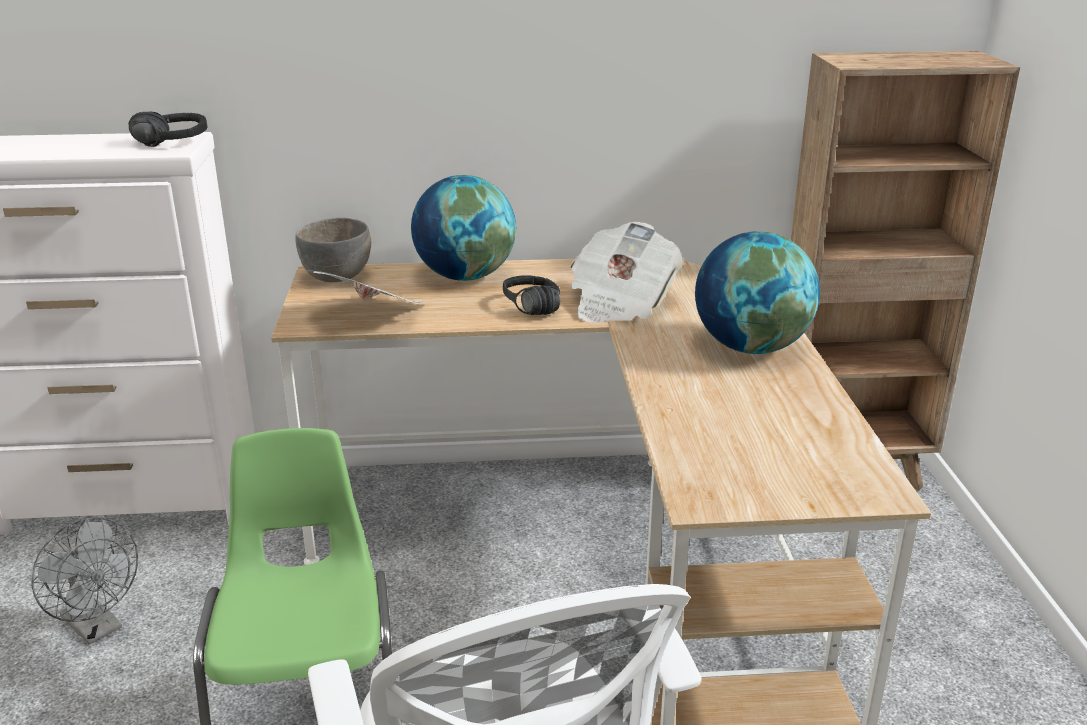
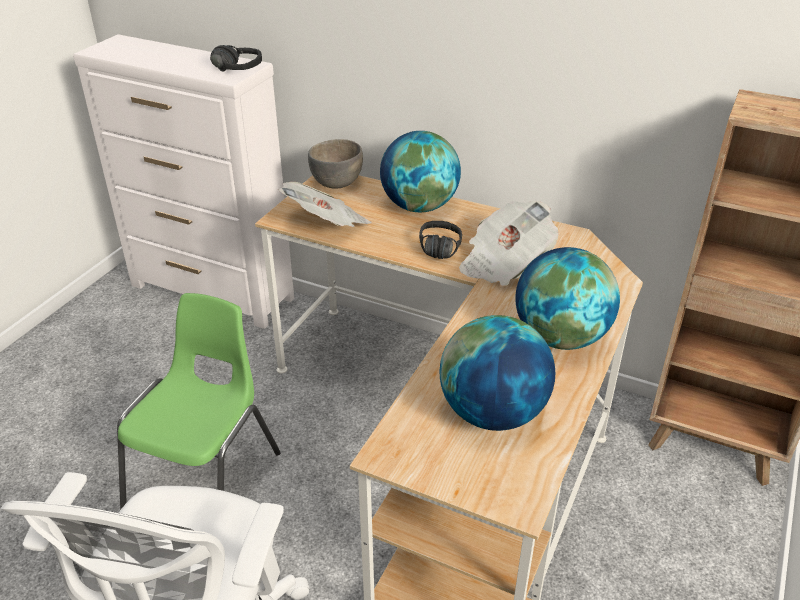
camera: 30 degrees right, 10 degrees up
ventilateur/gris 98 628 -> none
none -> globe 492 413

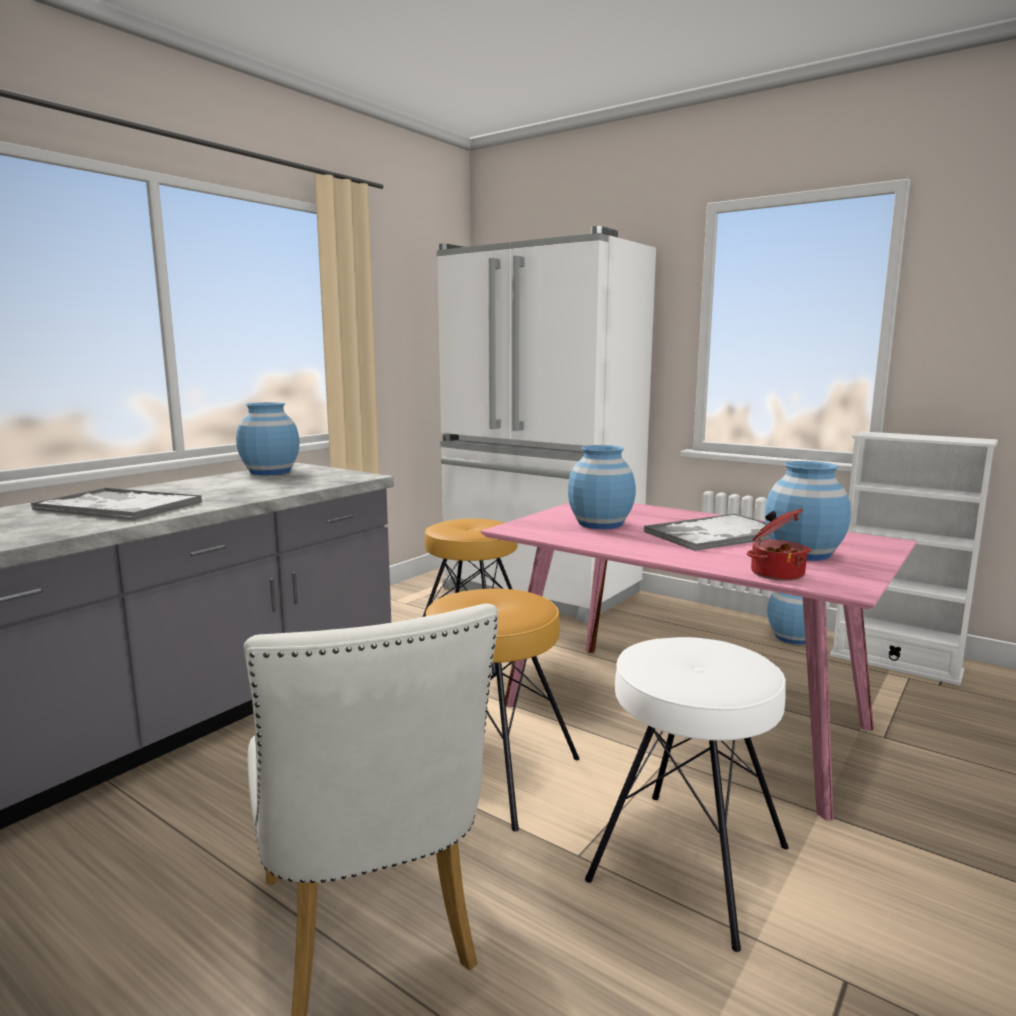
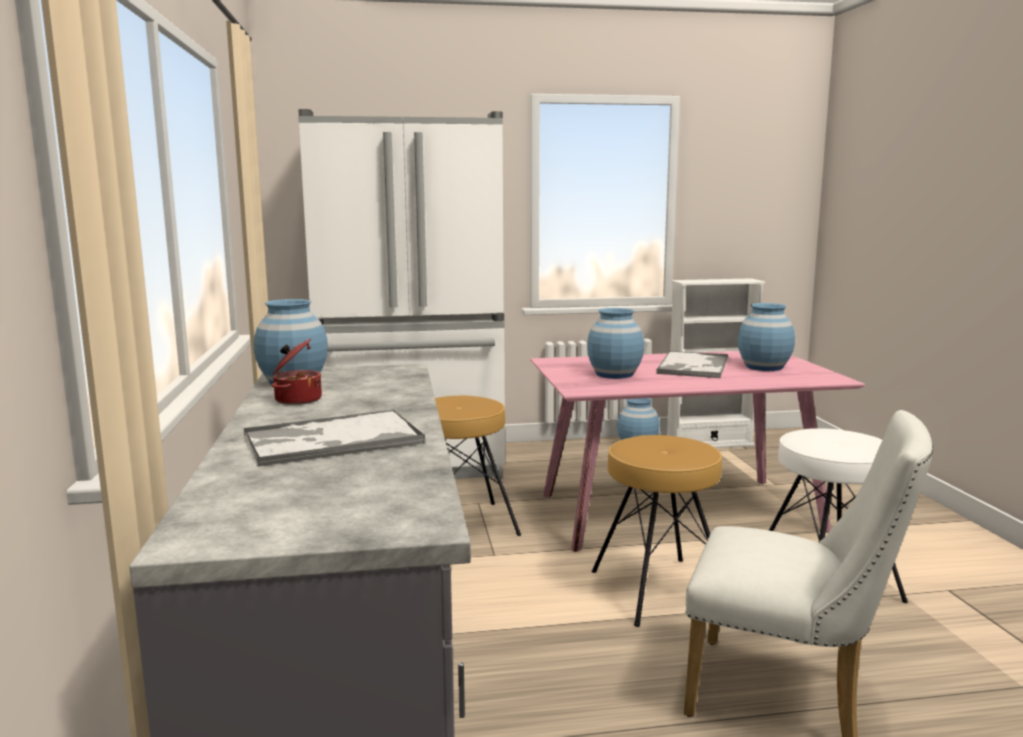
camera: 45 degrees left, 0 degrees up
marmite 776 573 -> marmite 297 399, moved

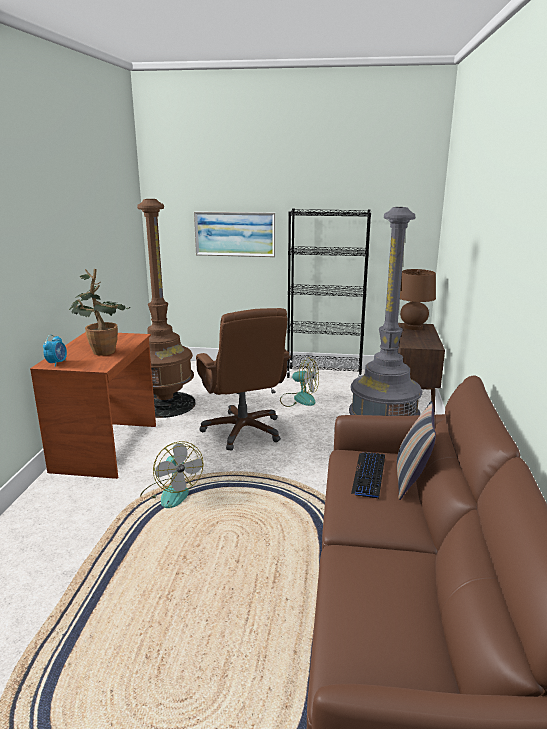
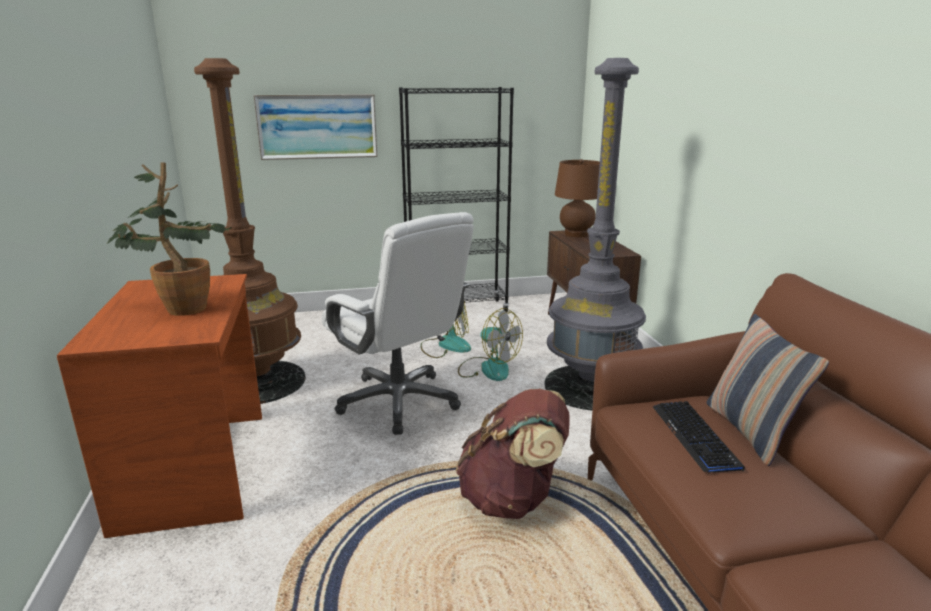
camera: 20 degrees left, 0 degrees up
réveil 57 363 -> none
ventilateur 171 493 -> ventilateur 488 368, moved
chaise de bureau/marron 243 431 -> chaise de bureau/blanc 399 402
none -> sac à dos/marron 512 499

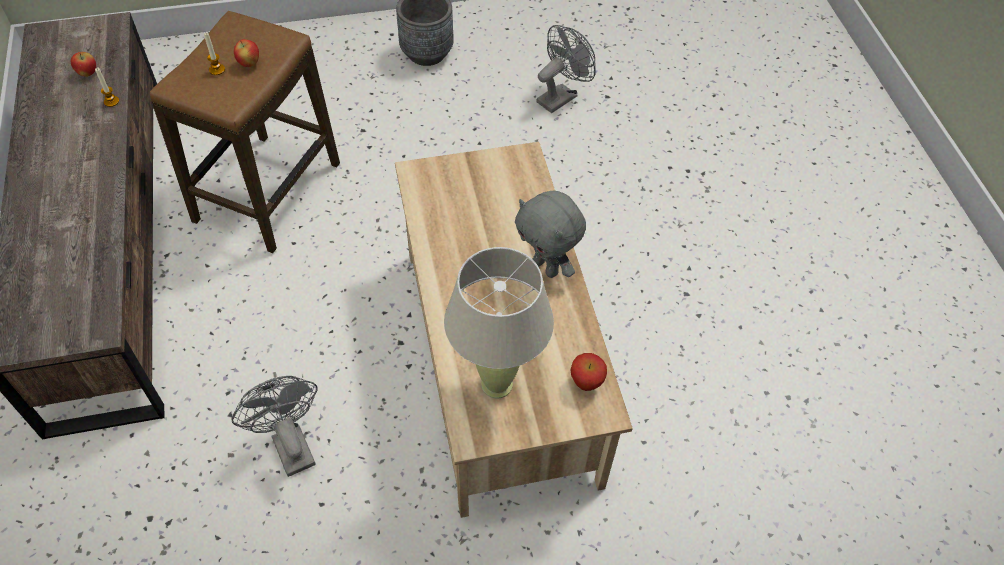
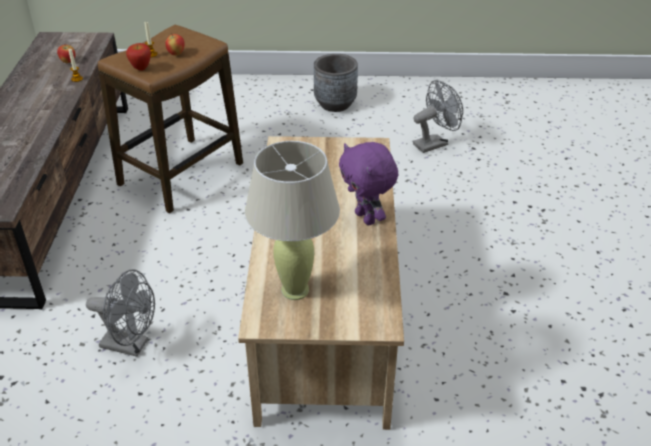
camera: 15 degrees right, 15 degrees down
ventilateur/gris 289 444 -> ventilateur/gris 131 345, 120 degrees clockwise
peluche/gris 546 267 -> peluche/violet 366 218
pomme 586 383 -> pomme 141 68, moved

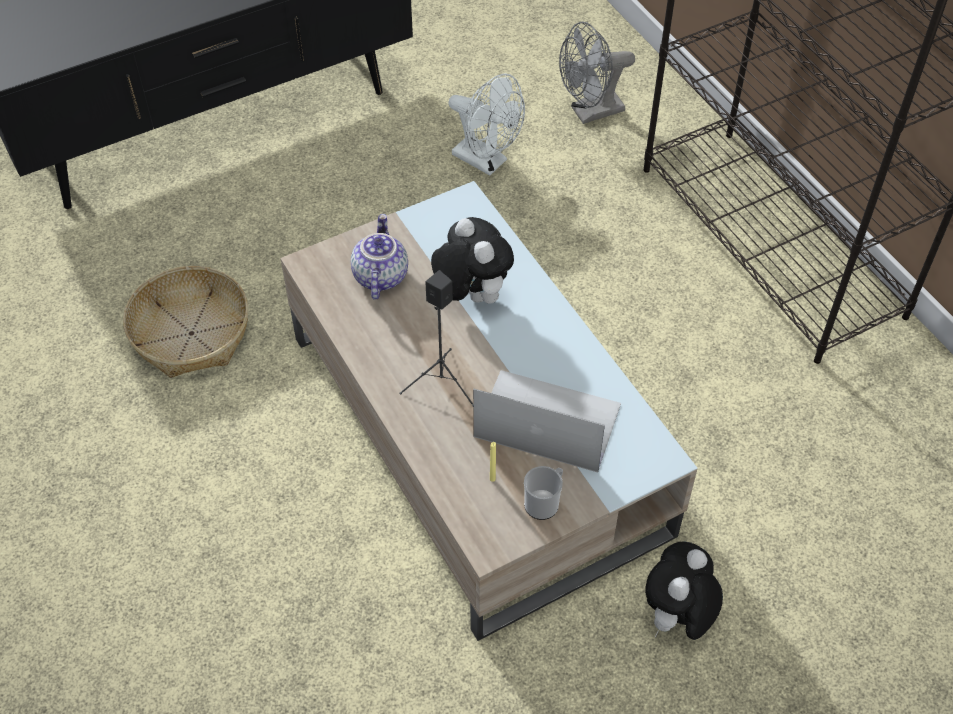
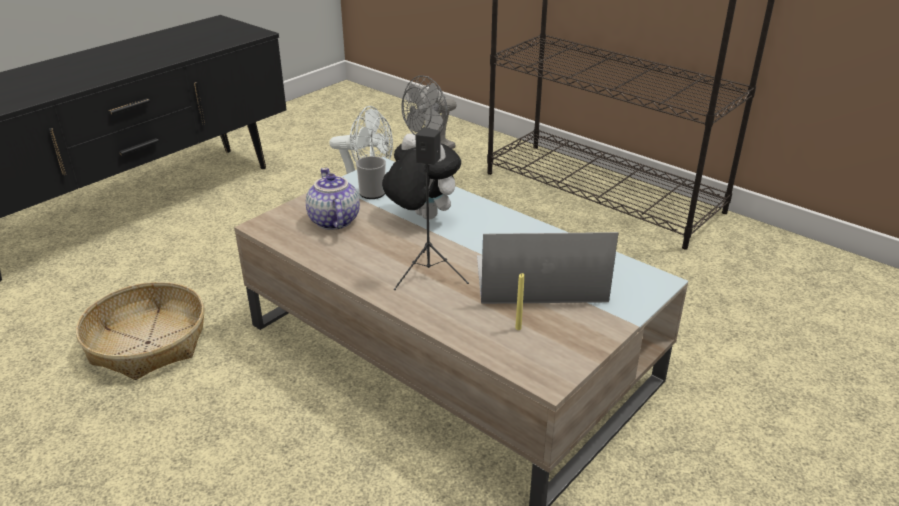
camera: 20 degrees left, 20 degrees down
mug 544 502 -> mug 374 191, moved
peluche 676 618 -> none

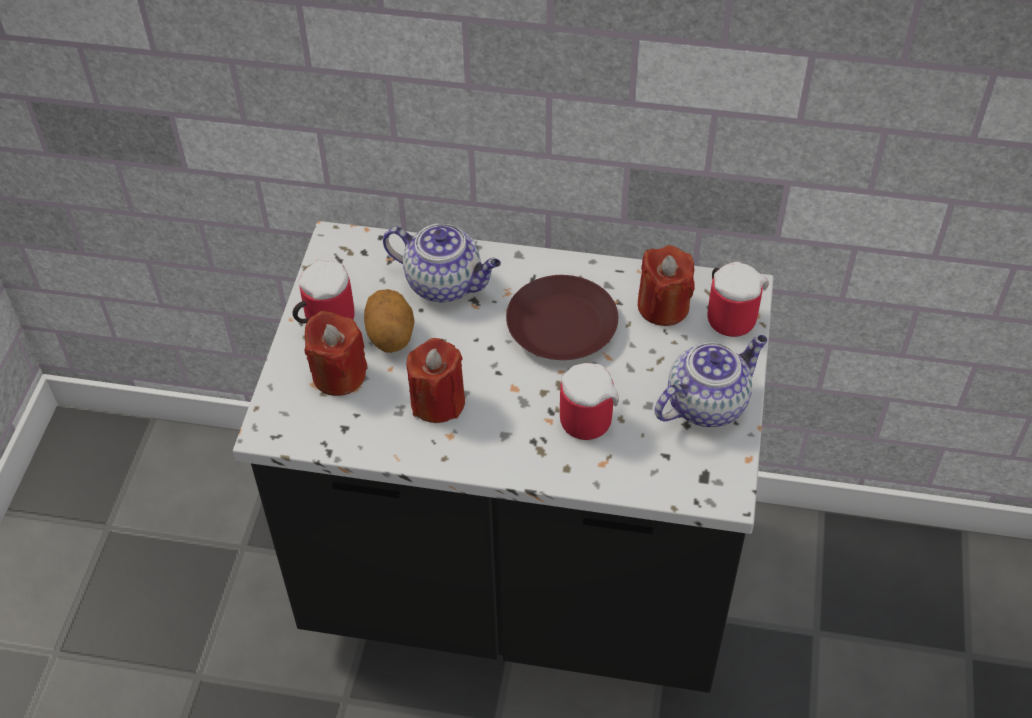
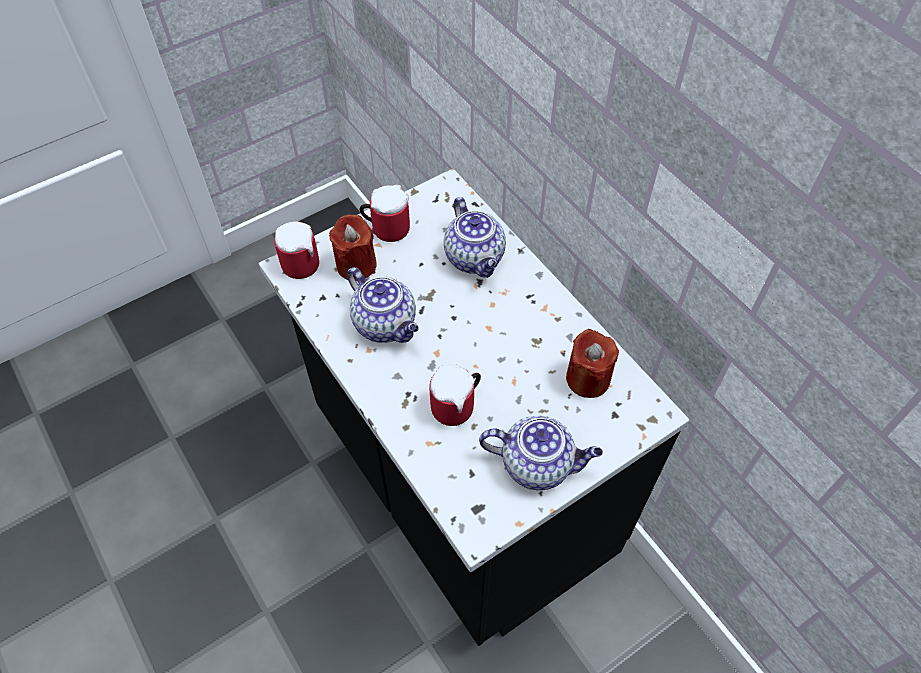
camera: 45 degrees right, 5 degrees up
pomme de terre 391 336 -> none
bougie/rouge 438 402 -> théière 386 324
assiette/marron 561 325 -> none
mug 729 314 -> mug 304 261, moved

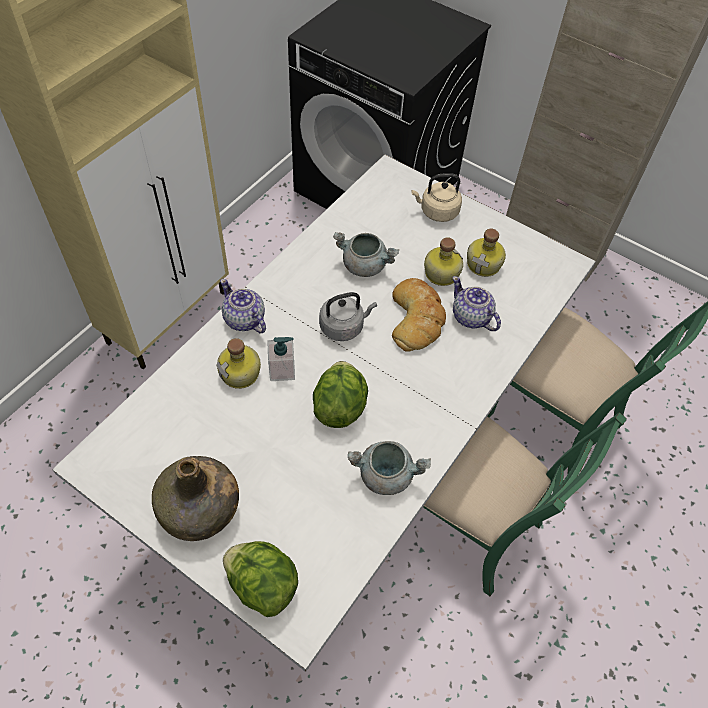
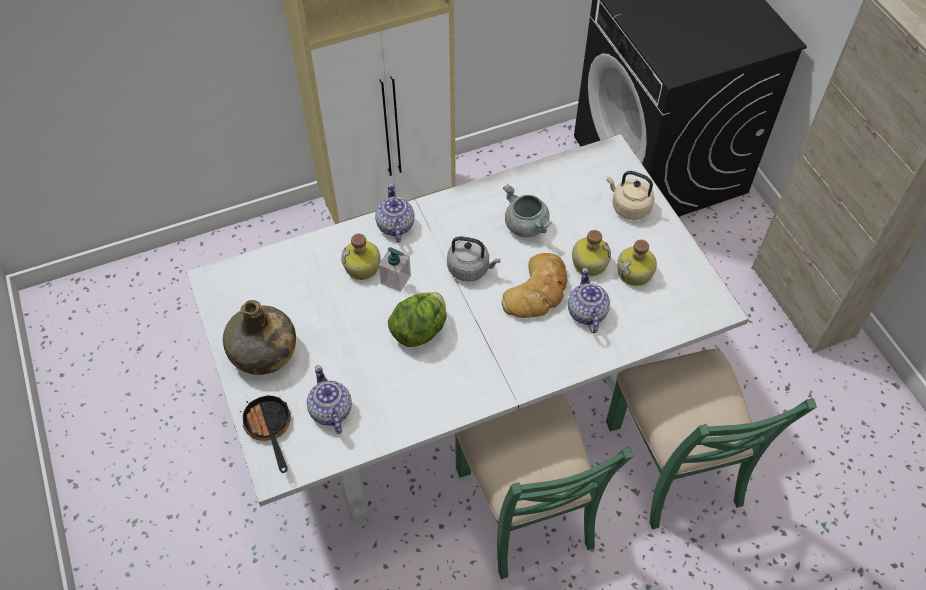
camera: 35 degrees right, 0 degrees up
laitue 262 585 -> poêle 269 428
marmite/gris 386 475 -> none
none -> théière 330 411

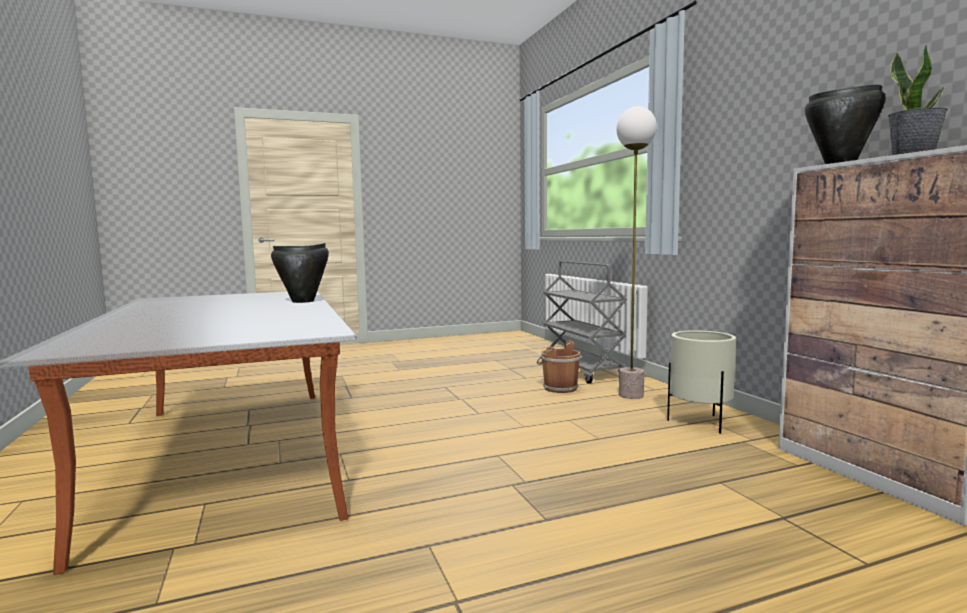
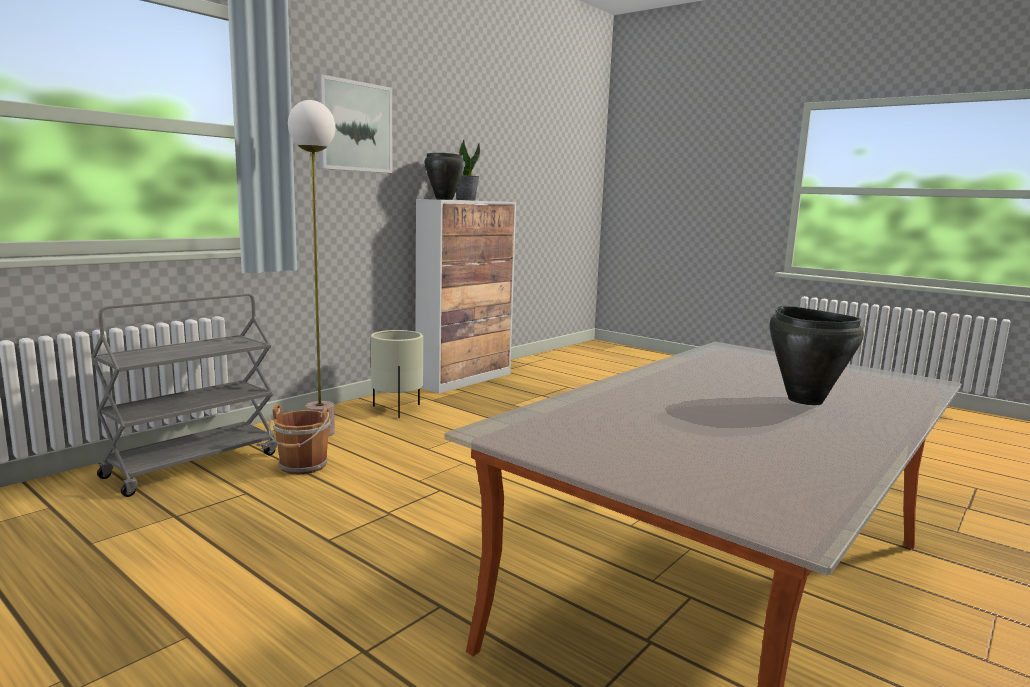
camera: 120 degrees left, 5 degrees up
marmite/noir 303 301 -> marmite/noir 805 400, moved
none -> tableau 354 126

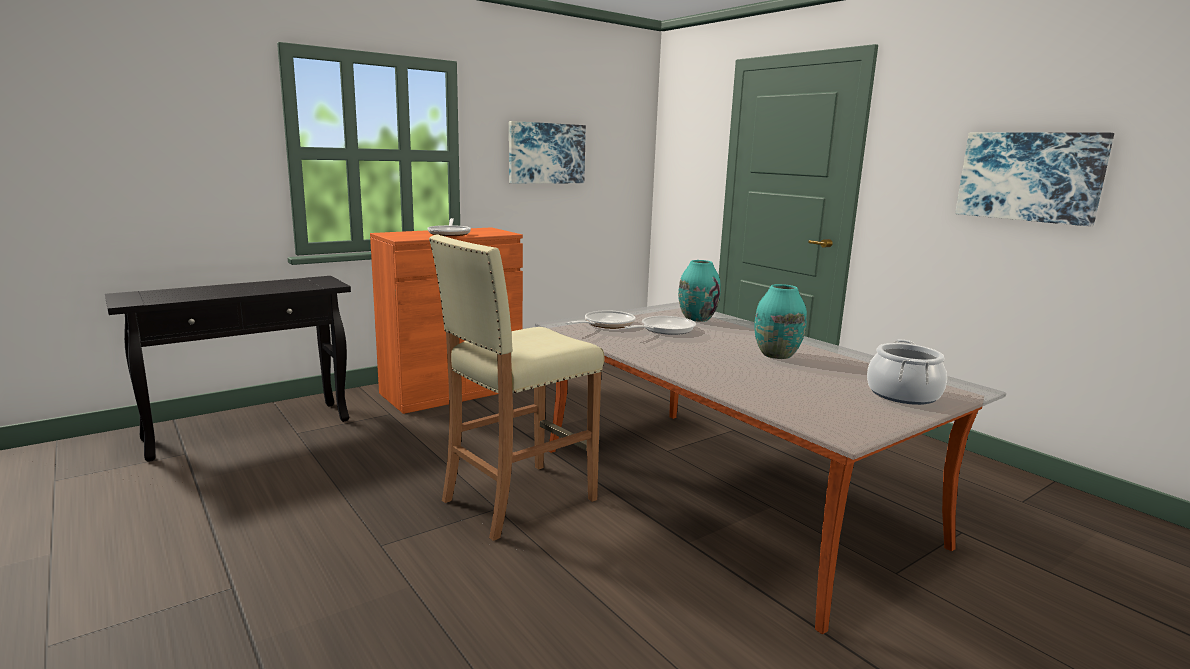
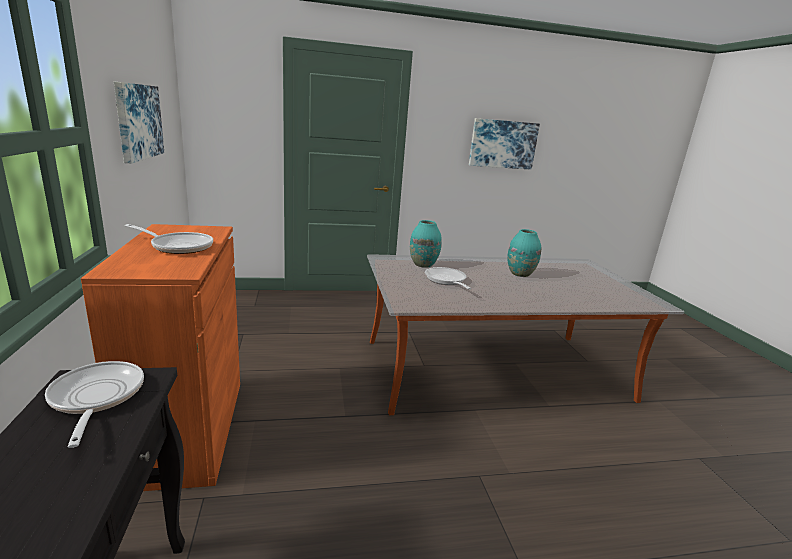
camera: 65 degrees left, 5 degrees up
tabouret/beige 517 500 -> none
poêle 606 325 -> poêle 96 398, moved
marmite 902 394 -> none

